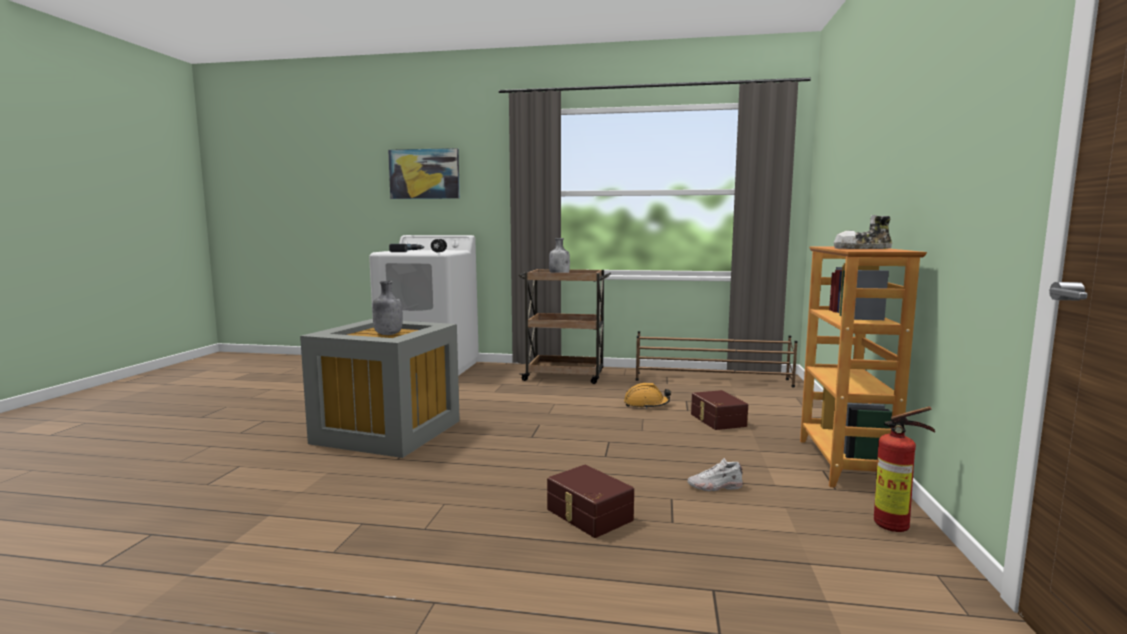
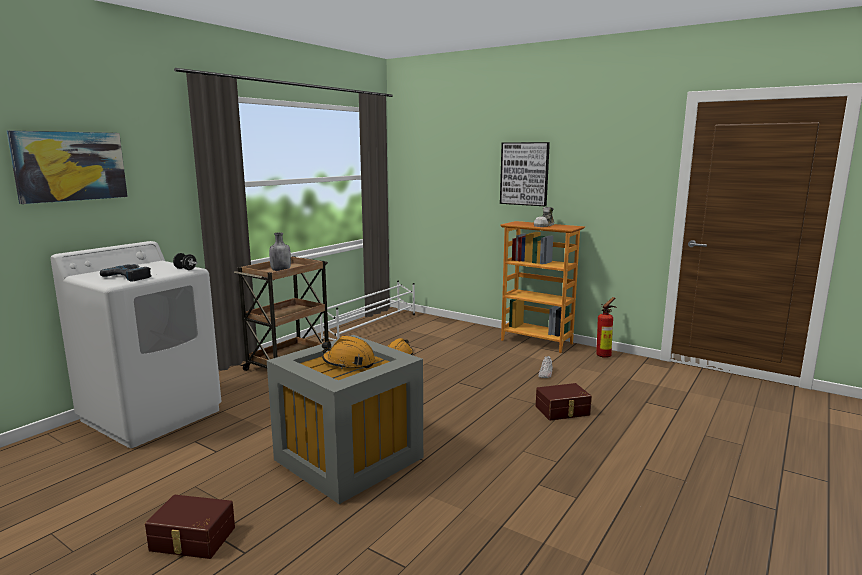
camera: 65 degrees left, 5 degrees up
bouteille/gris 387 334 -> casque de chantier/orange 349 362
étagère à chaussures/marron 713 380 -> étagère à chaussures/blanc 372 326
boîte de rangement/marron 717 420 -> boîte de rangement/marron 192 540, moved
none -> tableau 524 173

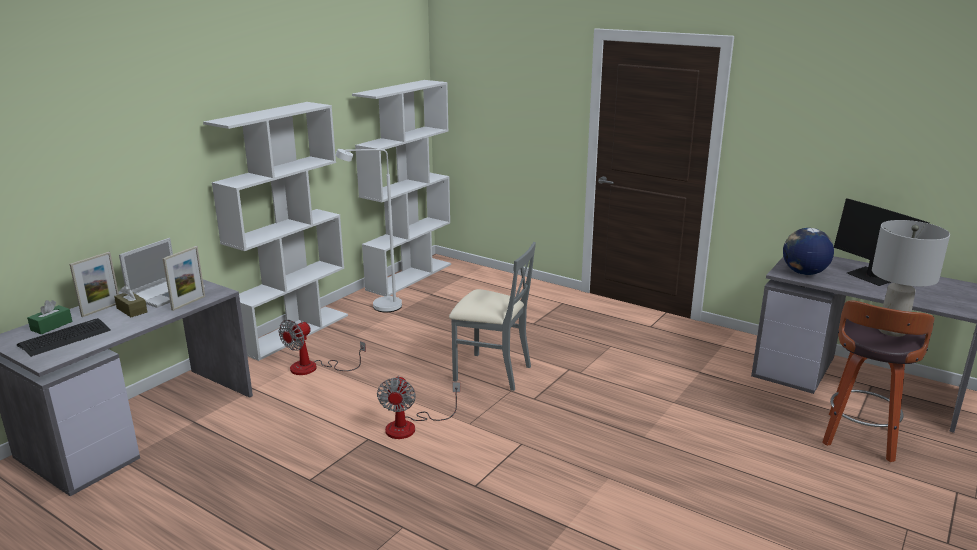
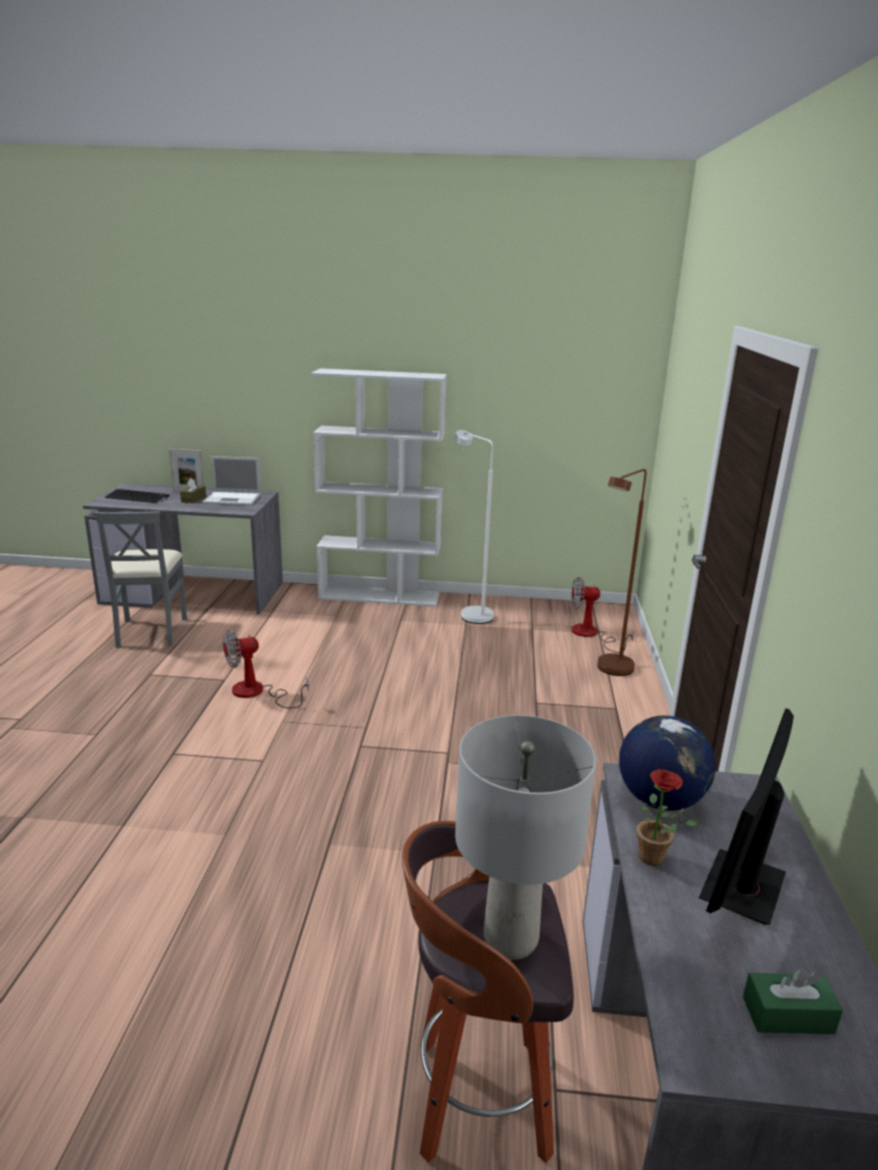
camera: 60 degrees right, 0 degrees up
boîte à mouchoirs/vert 51 326 -> boîte à mouchoirs/vert 788 1015, moved
cadre photo 188 303 -> none
ventilateur 313 368 -> ventilateur 591 635, moved
bibliothèque/blanc 409 276 -> none
chaise/gris 491 372 -> chaise/gris 150 632, moved
none -> lampadaire/marron 610 671
none -> plante en pot 656 859

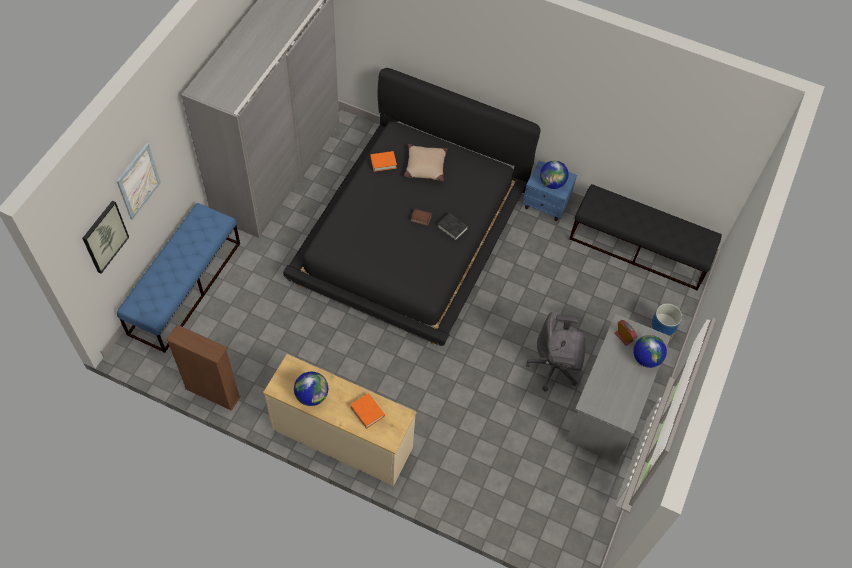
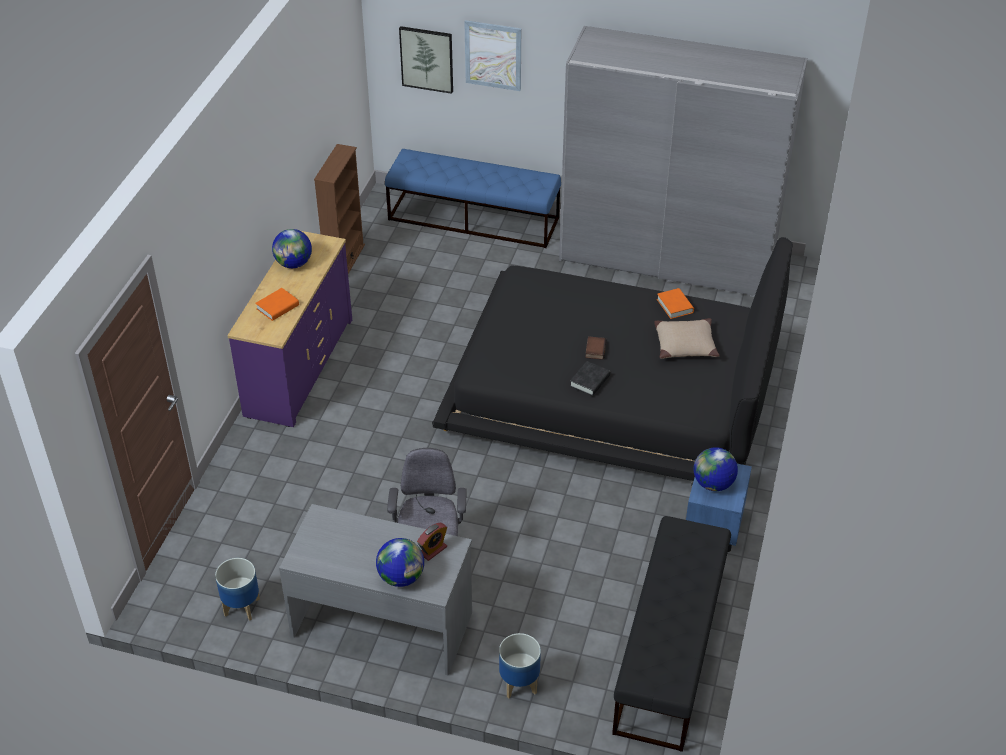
camera: 85 degrees right, 15 degrees down
commode/beige 342 439 -> commode/violet 299 367
none -> cache-pot 241 607

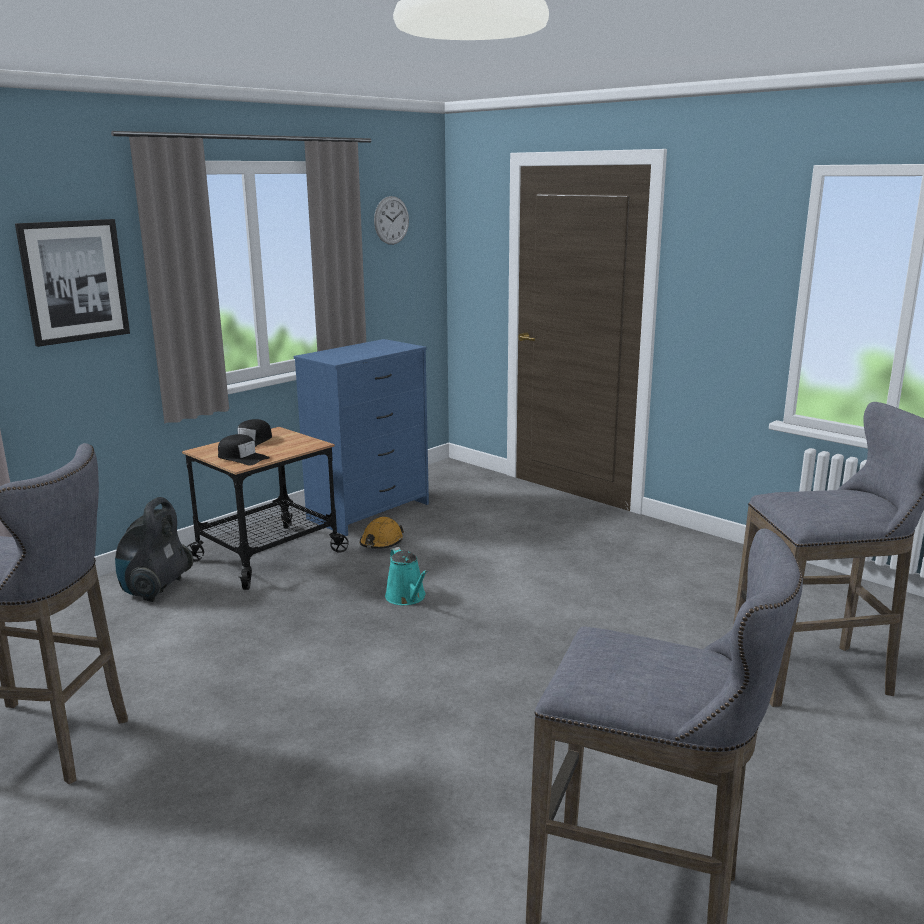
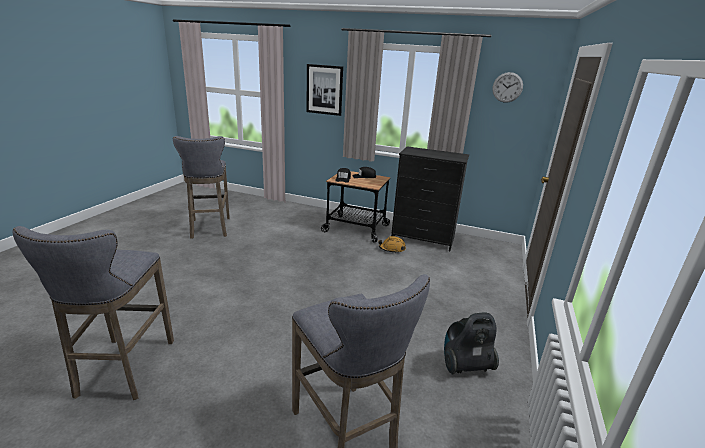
camera: 65 degrees right, 5 degrees up
aspirateur 155 589 -> aspirateur 464 366, moved
commode/bleu 369 511 -> commode/noir 422 239
arrosoir/turquoise 407 597 -> none

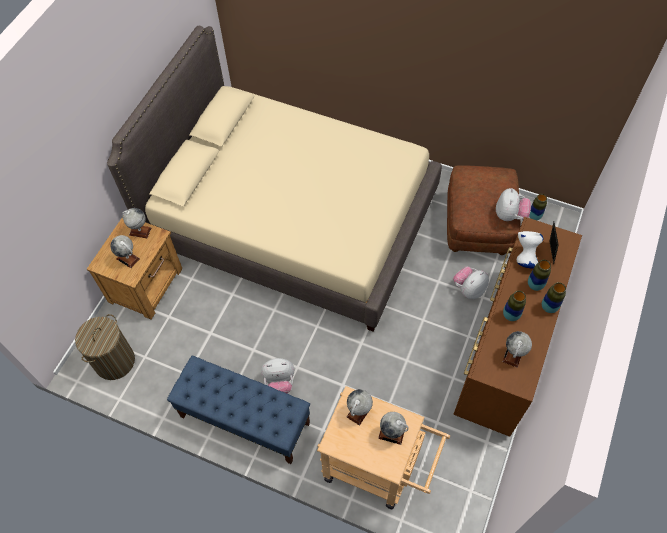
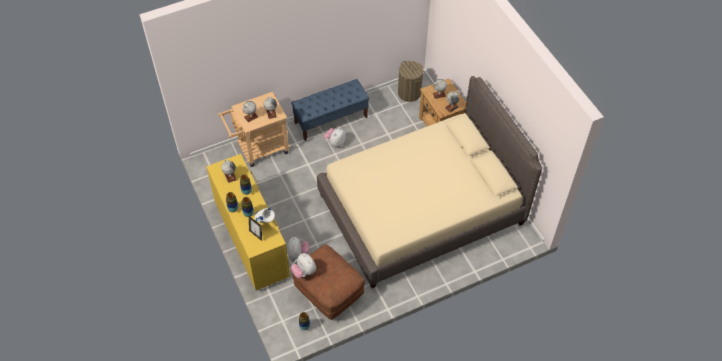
camera: 130 degrees right, 5 degrees down
commode/marron 504 350 -> commode/jaune 252 240

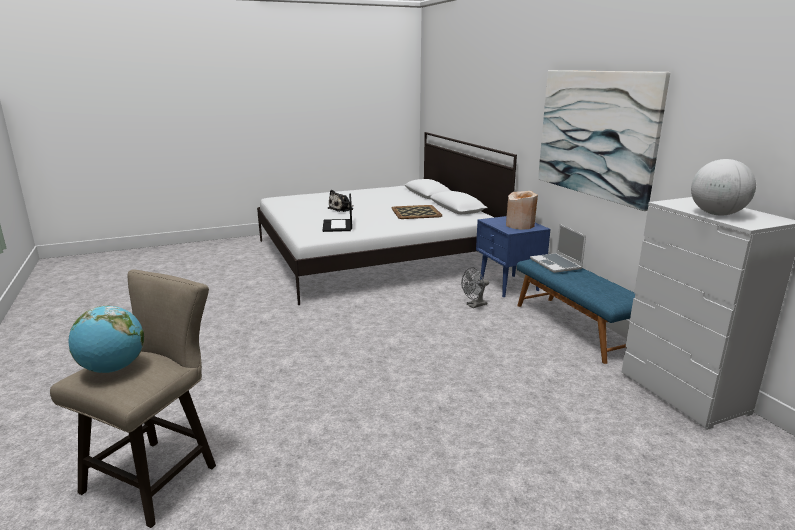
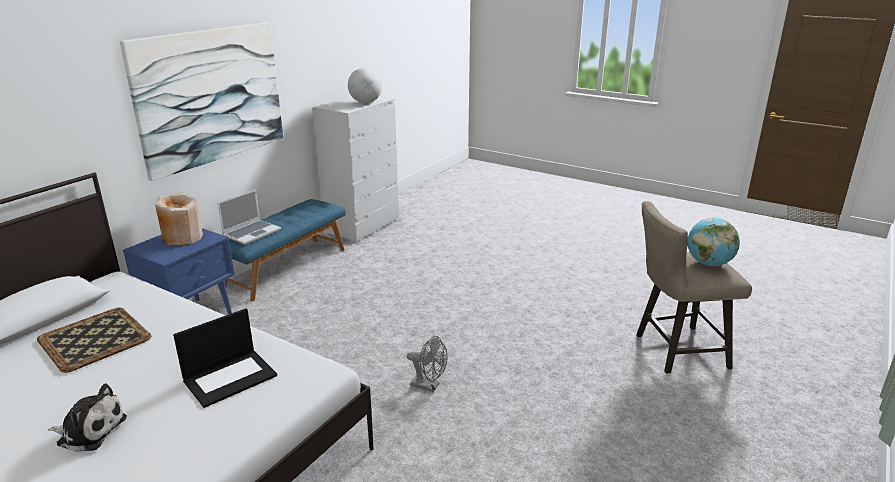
camera: 125 degrees left, 5 degrees up
ventilateur/gris 474 305 -> ventilateur/gris 429 386, moved

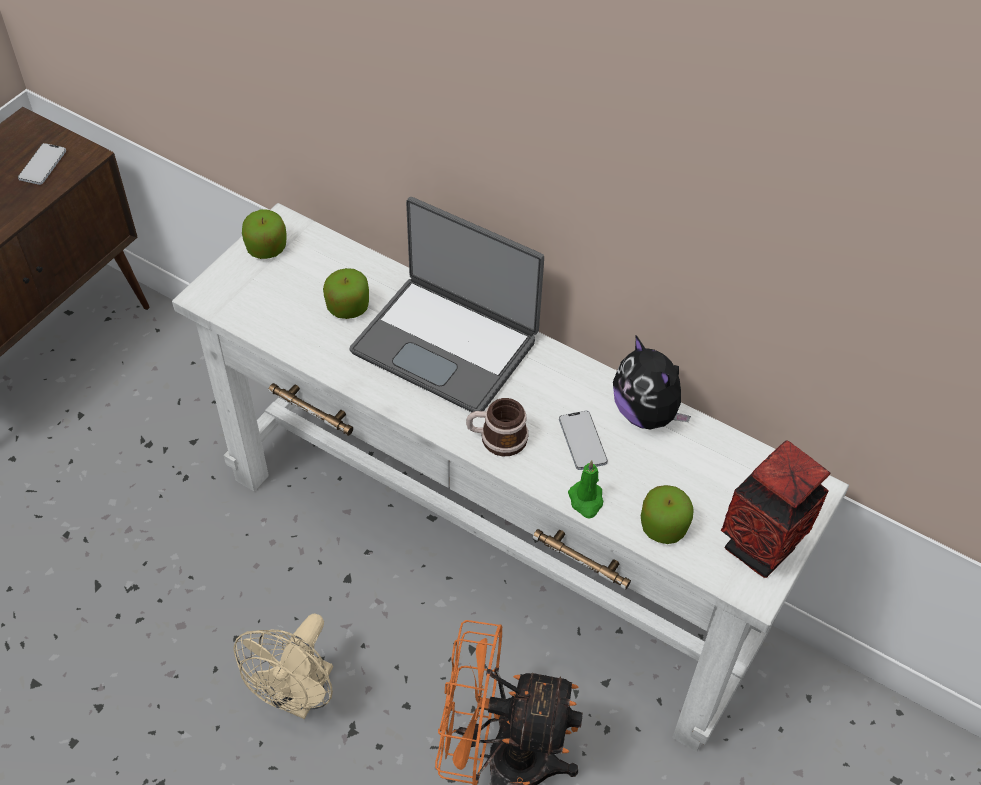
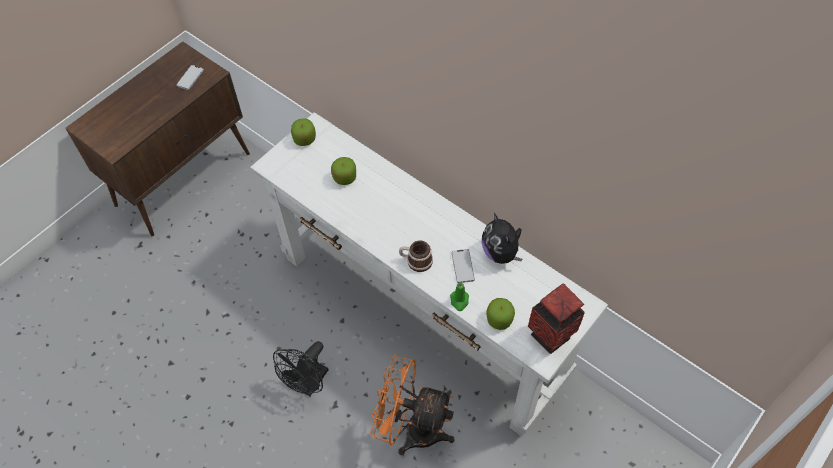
camera: 10 degrees right, 5 degrees up
ventilateur/beige 299 697 -> ventilateur/noir 308 384
ordinateur portable 447 344 -> none

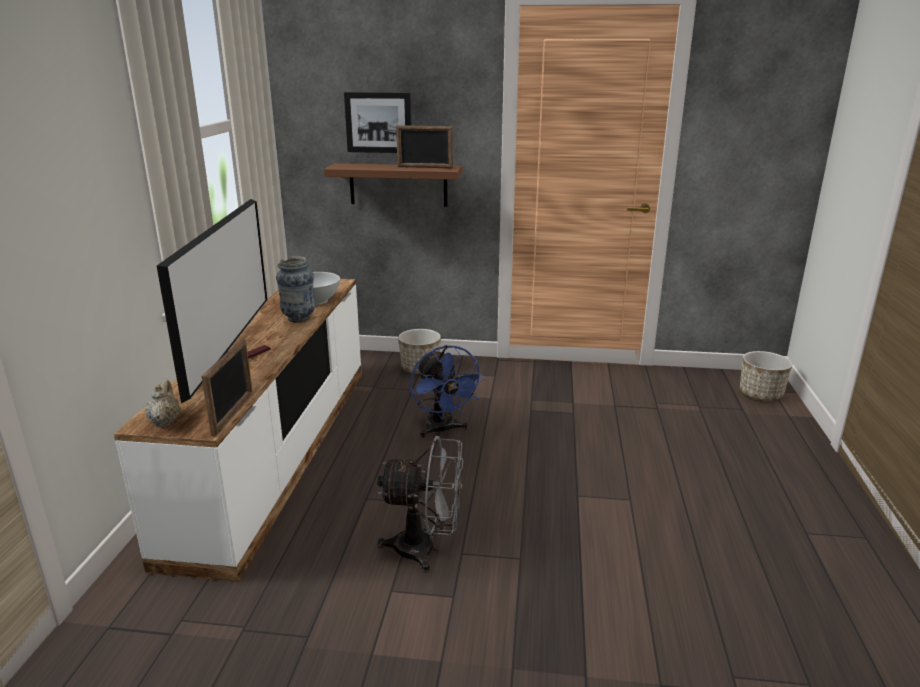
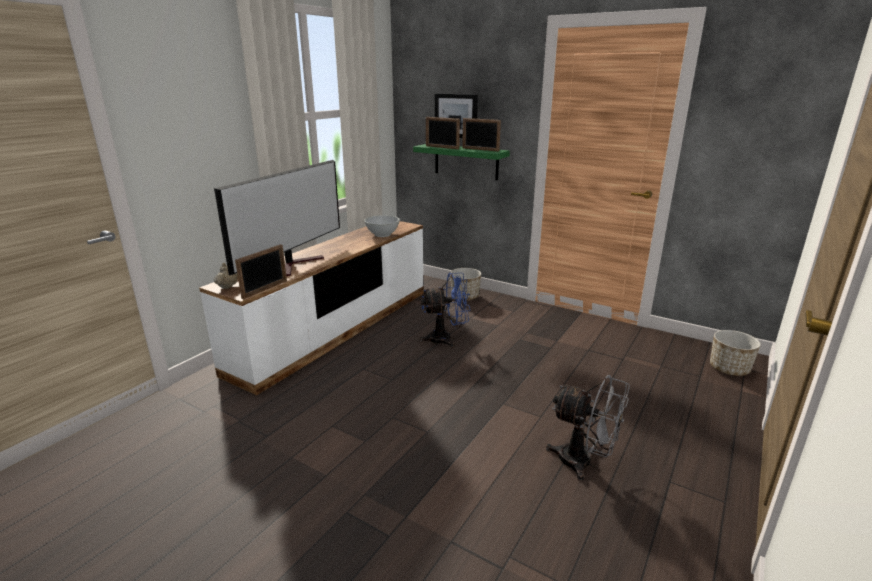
camera: 25 degrees right, 0 degrees up
vase 299 318 -> none
étagère/marron 398 185 -> étagère/vert 466 161
ventilateur/gris 426 549 -> ventilateur/gris 584 463, moved
ventilateur/bleu 443 430 -> ventilateur/bleu 446 339, 105 degrees counterclockwise
none -> cadre photo 442 147

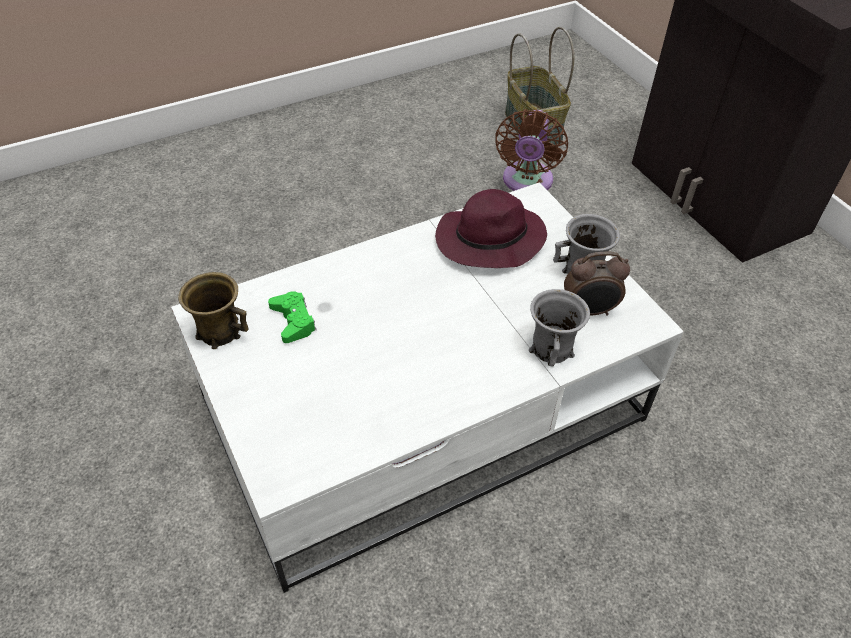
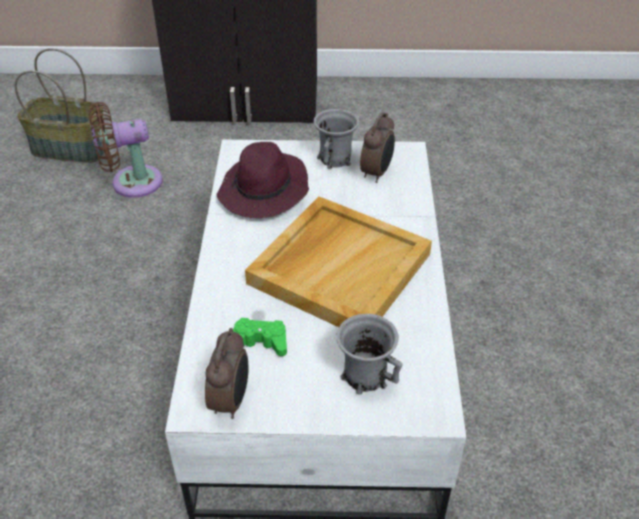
camera: 60 degrees left, 5 degrees down
mug/marron 220 331 -> réveil 231 400
ventilateur/marron 526 182 -> ventilateur/marron 131 183, 120 degrees clockwise
mug/gris 552 349 -> mug/gris 365 375, moved
none -> plateau/beige 339 267

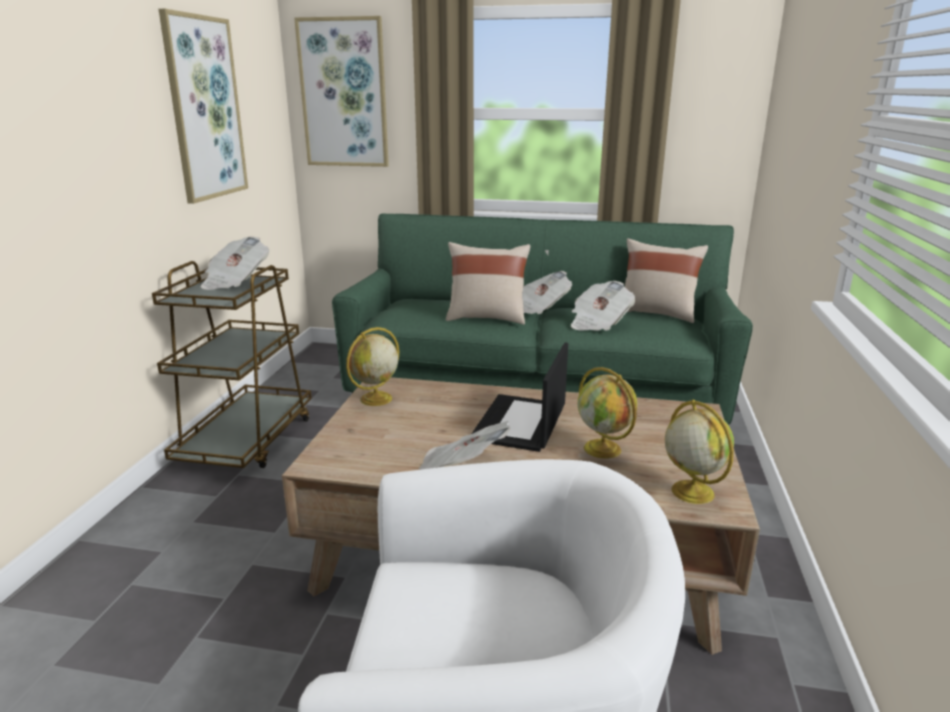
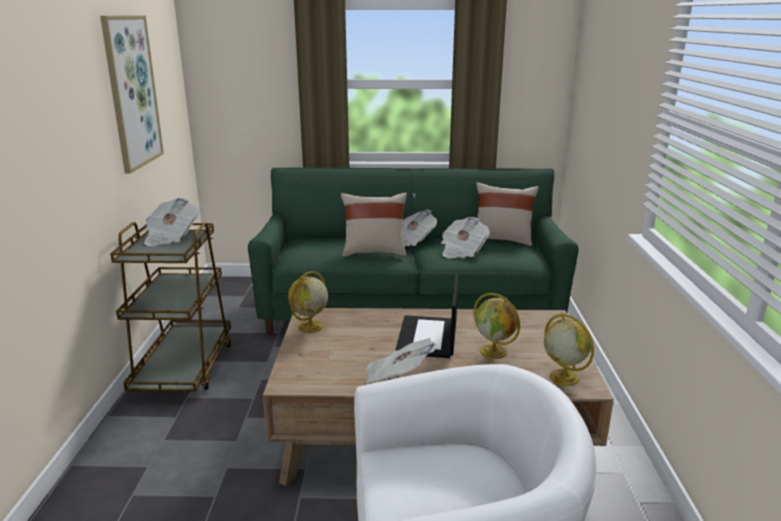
camera: 10 degrees left, 0 degrees up
tableau 344 94 -> none

